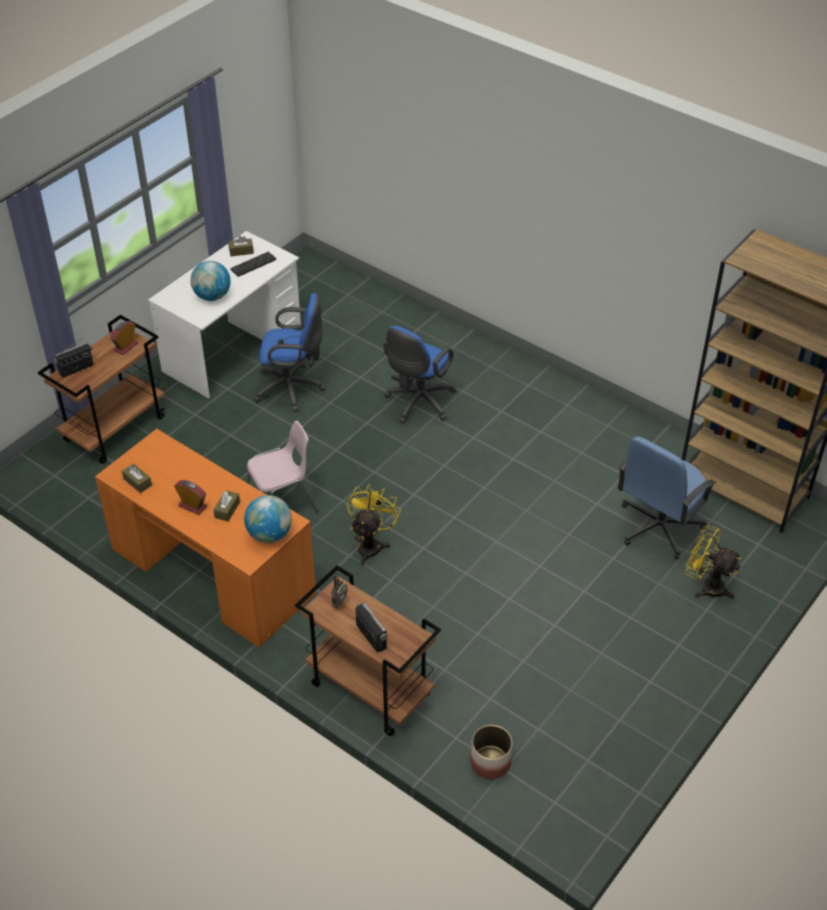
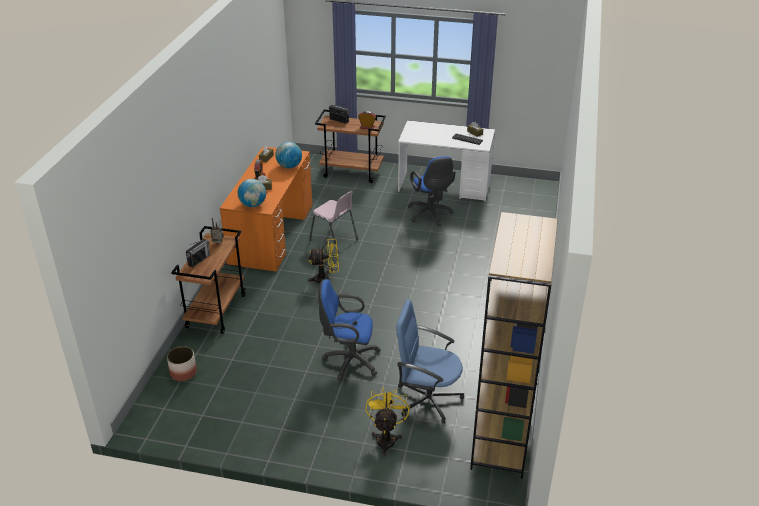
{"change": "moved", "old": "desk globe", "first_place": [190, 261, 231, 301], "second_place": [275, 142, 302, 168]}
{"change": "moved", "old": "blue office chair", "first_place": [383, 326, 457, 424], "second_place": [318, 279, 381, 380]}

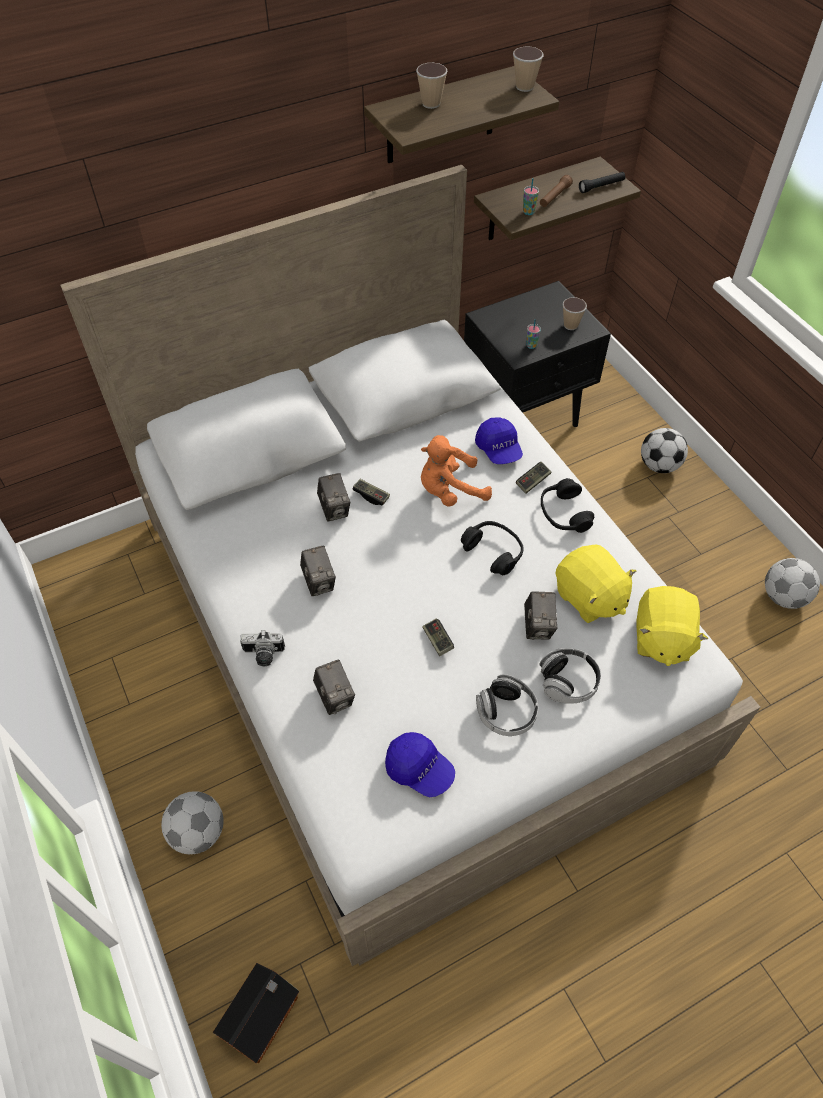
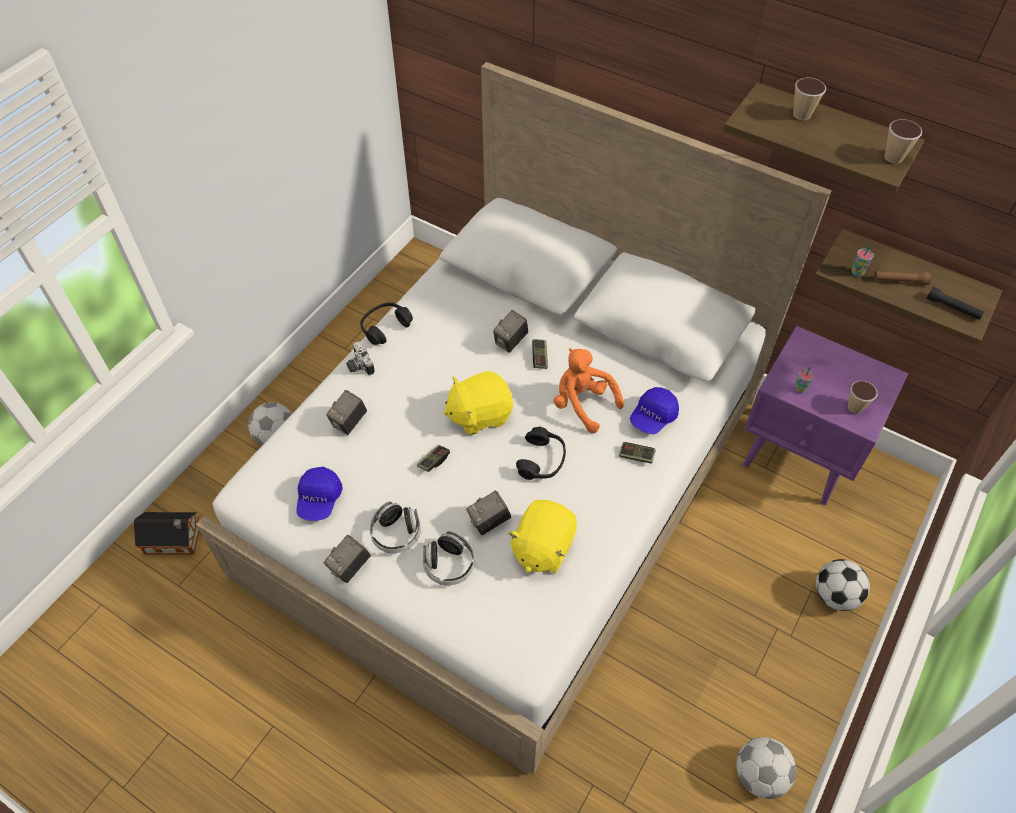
{"change": "moved", "old": "still camera", "first_place": [300, 545, 336, 596], "second_place": [324, 535, 371, 583]}
{"change": "moved", "old": "black headset", "first_place": [541, 478, 594, 533], "second_place": [360, 302, 413, 345]}
{"change": "moved", "old": "yellow-coloured soft toy", "first_place": [636, 586, 708, 666], "second_place": [443, 371, 513, 435]}
{"change": "recoloured", "old": "black nightstand", "new": "purple nightstand", "first_place": [464, 281, 611, 427], "second_place": [743, 326, 908, 505]}

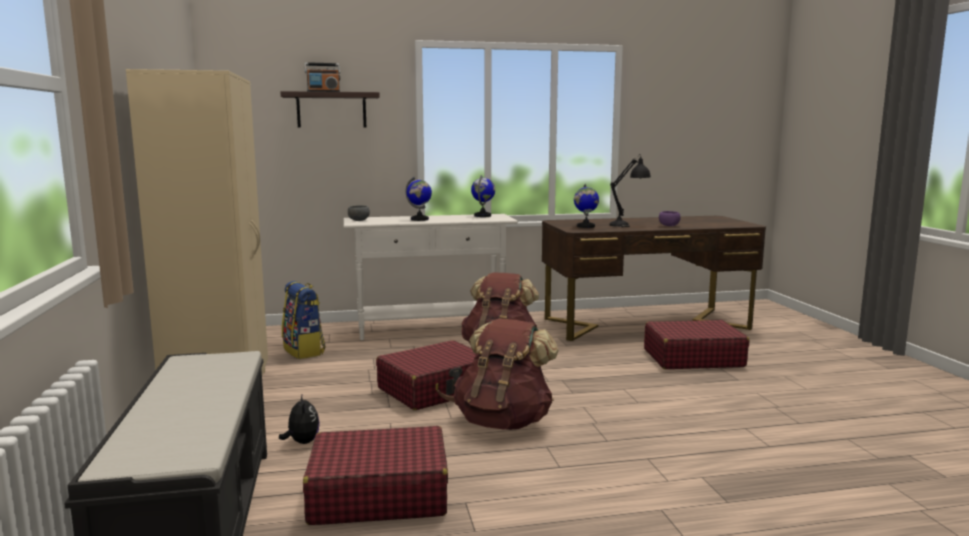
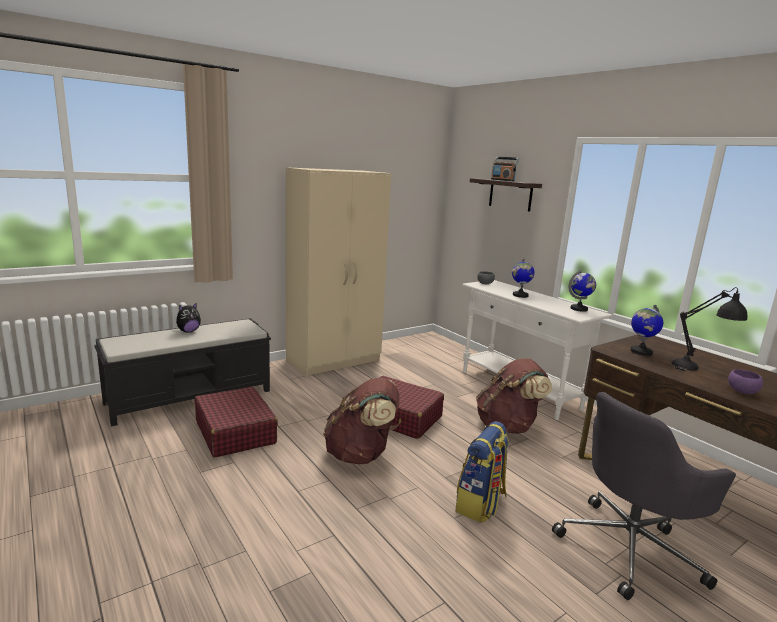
{"change": "moved", "old": "soft toy", "first_place": [279, 393, 320, 444], "second_place": [176, 303, 201, 333]}
{"change": "moved", "old": "knapsack", "first_place": [282, 281, 326, 359], "second_place": [455, 421, 509, 523]}
{"change": "replaced", "old": "red-coloured suitcase", "new": "greyish office chair", "first_place": [644, 320, 749, 369], "second_place": [552, 392, 736, 600]}

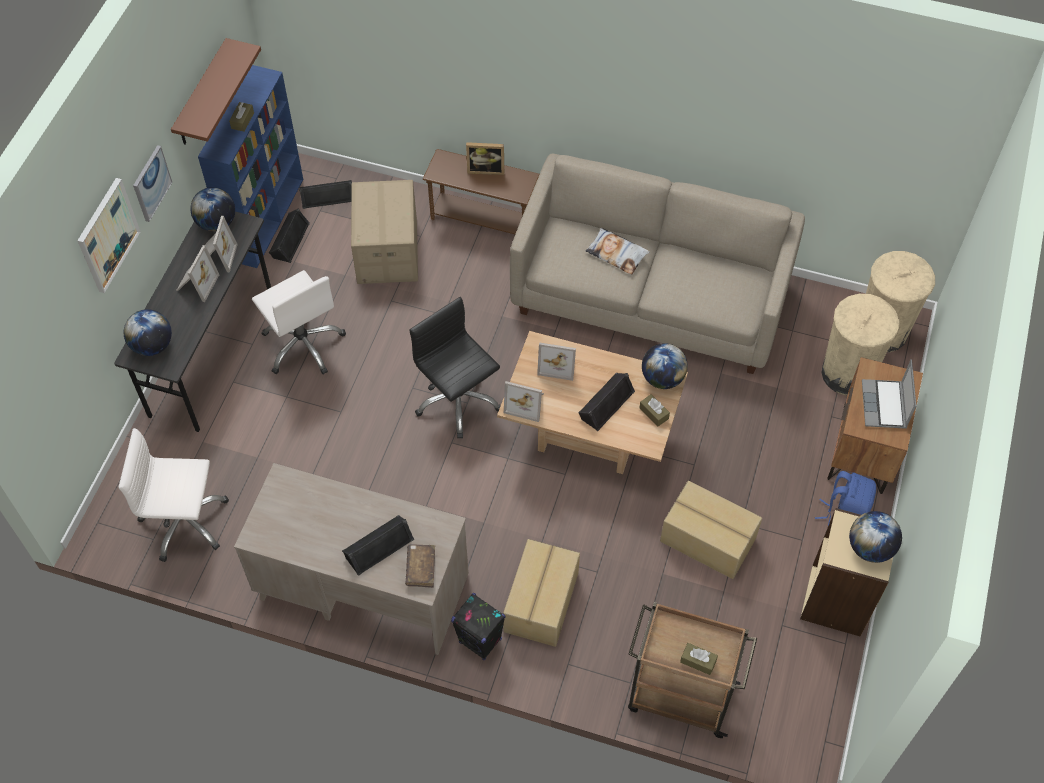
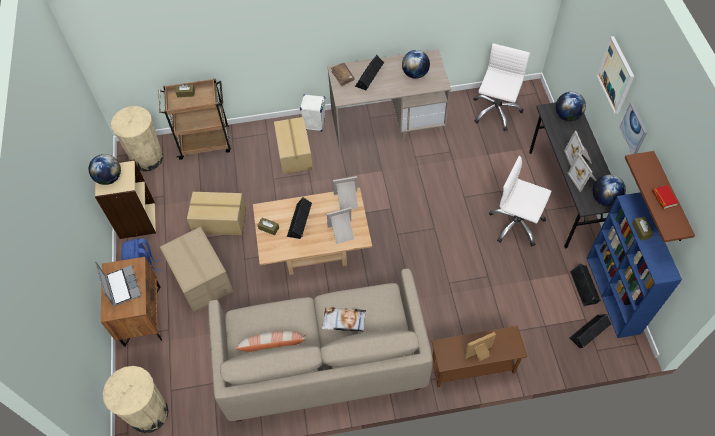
{"change": "removed", "old": "black office chair", "first_place": [409, 297, 501, 439]}
{"change": "added", "new": "pillow", "second_place": [235, 331, 306, 352]}
{"change": "added", "new": "bound book", "second_place": [652, 185, 679, 209]}
{"change": "moved", "old": "carton", "first_place": [351, 180, 418, 284], "second_place": [160, 227, 233, 312]}
{"change": "moved", "old": "desk globe", "first_place": [642, 343, 688, 389], "second_place": [402, 50, 430, 79]}
{"change": "moved", "old": "beige waste bin", "first_place": [821, 294, 900, 395], "second_place": [111, 106, 164, 172]}
{"change": "recoloured", "old": "black speaker", "new": "white speaker", "first_place": [451, 593, 505, 660], "second_place": [300, 94, 325, 132]}
{"change": "turned", "old": "white office chair", "first_place": [118, 428, 229, 562], "second_place": [473, 43, 530, 131], "degrees": -45}

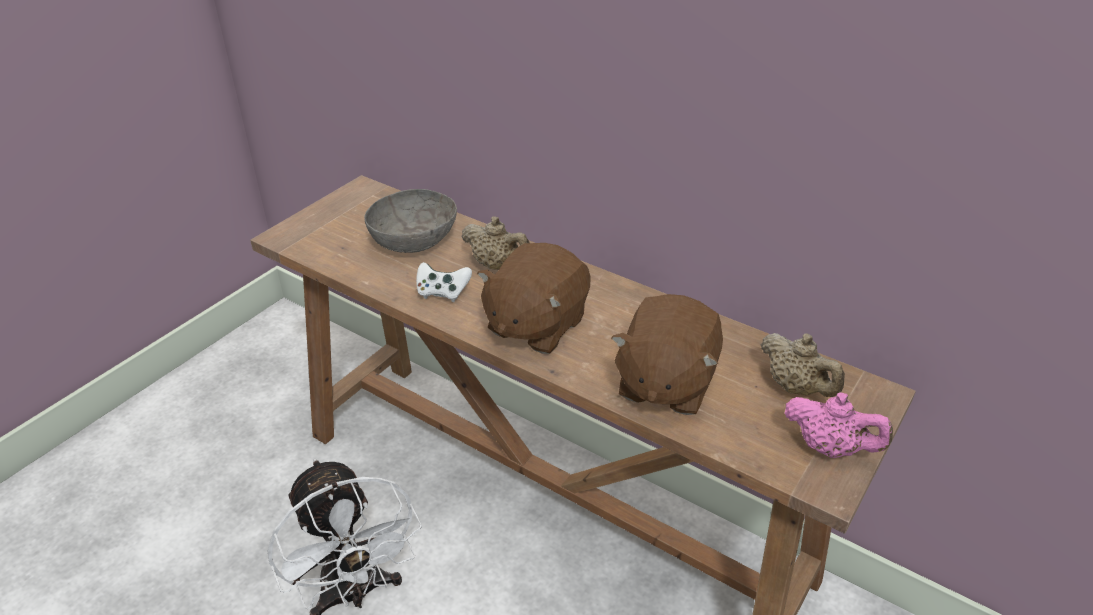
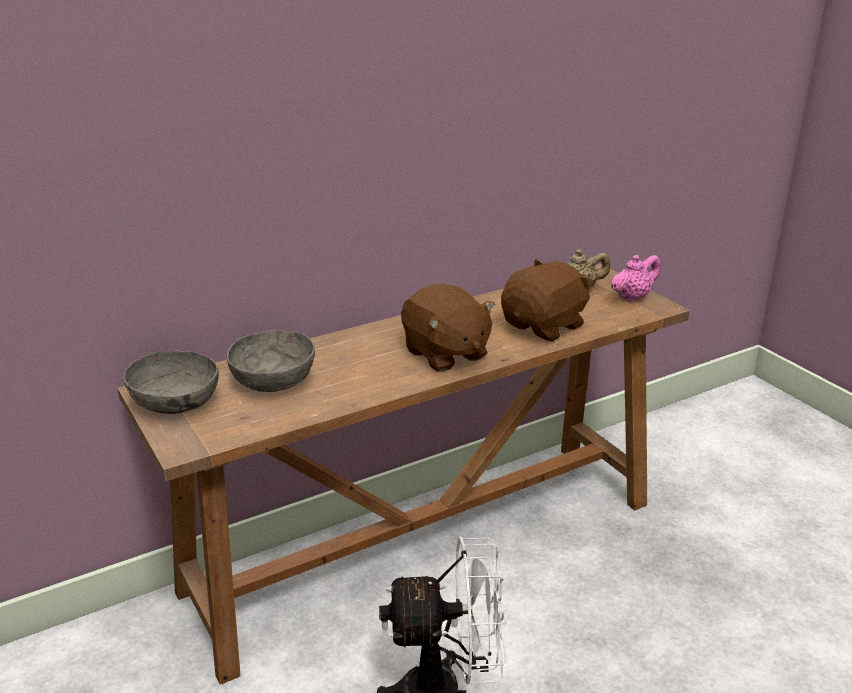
{"change": "removed", "old": "white gamepad", "first_place": [416, 262, 472, 302]}
{"change": "removed", "old": "beige tea pot", "first_place": [461, 216, 529, 270]}
{"change": "added", "new": "greyish deep dish", "second_place": [124, 351, 219, 414]}
{"change": "turned", "old": "brown soft toy", "first_place": [611, 294, 723, 415], "second_place": [501, 259, 594, 342], "degrees": -90}

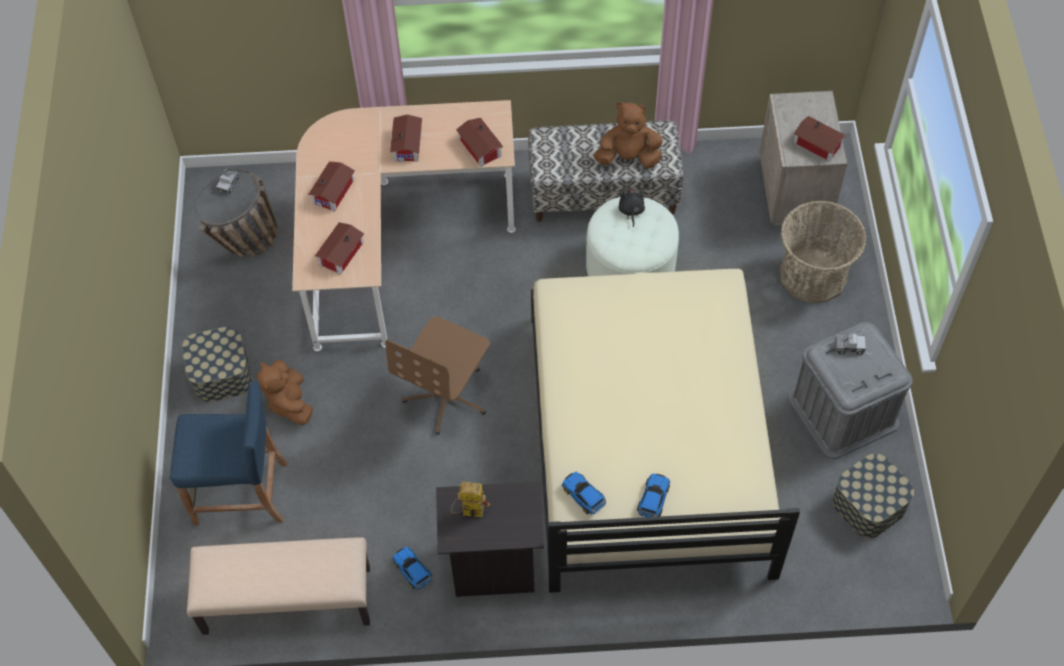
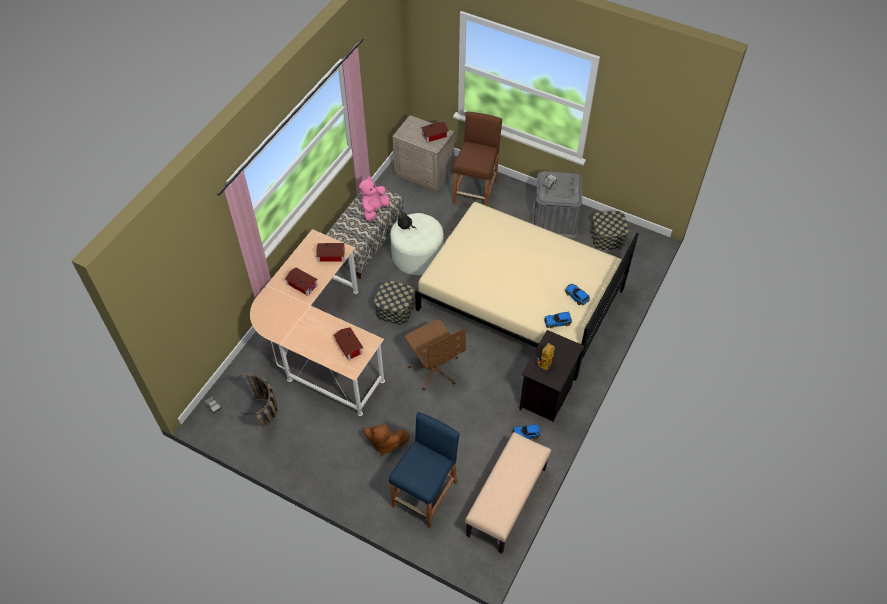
{"change": "removed", "old": "miniature house", "first_place": [308, 161, 355, 212]}
{"change": "moved", "old": "storage box", "first_place": [182, 326, 252, 402], "second_place": [374, 281, 414, 325]}
{"change": "replaced", "old": "household basket", "new": "brown stool", "first_place": [780, 201, 867, 303], "second_place": [453, 111, 502, 206]}
{"change": "recoloured", "old": "brown soft toy", "new": "pink soft toy", "first_place": [594, 102, 663, 169], "second_place": [359, 177, 390, 221]}

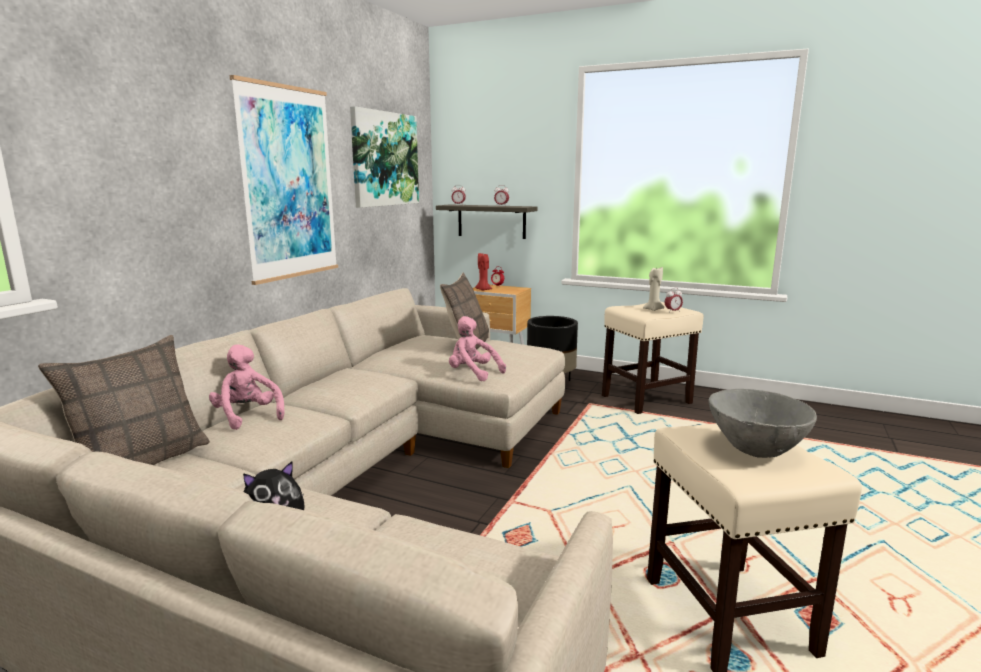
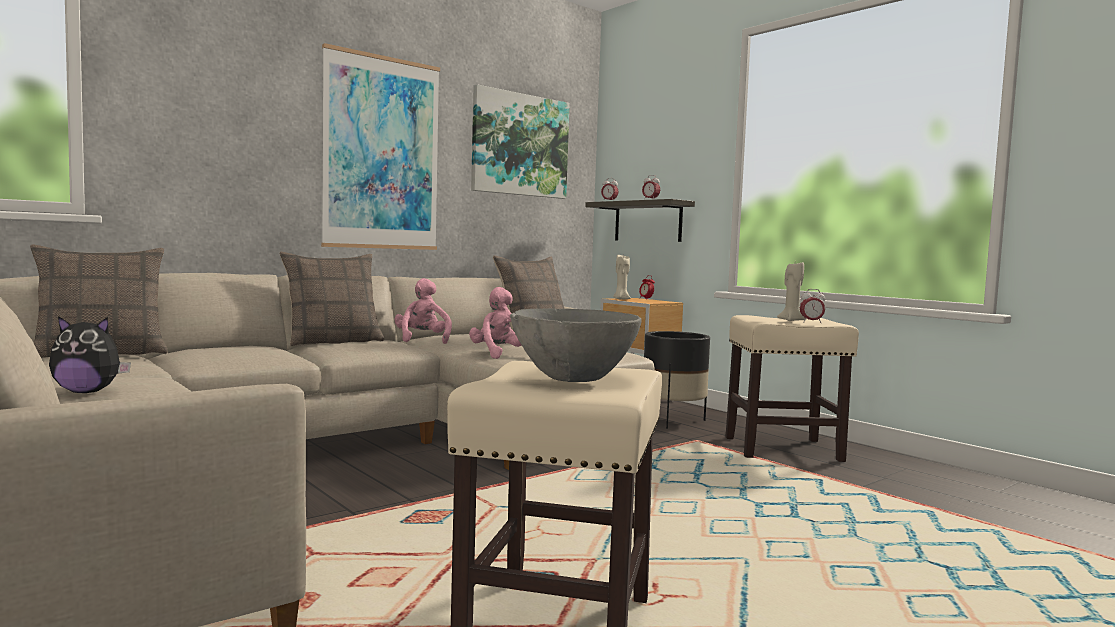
{"change": "added", "new": "pillow", "second_place": [280, 252, 384, 347]}
{"change": "moved", "old": "pink soft toy", "first_place": [209, 344, 284, 430], "second_place": [394, 278, 452, 344]}
{"change": "recoloured", "old": "red-coloured wax candle", "new": "beige wax candle", "first_place": [475, 253, 492, 291], "second_place": [613, 255, 631, 299]}

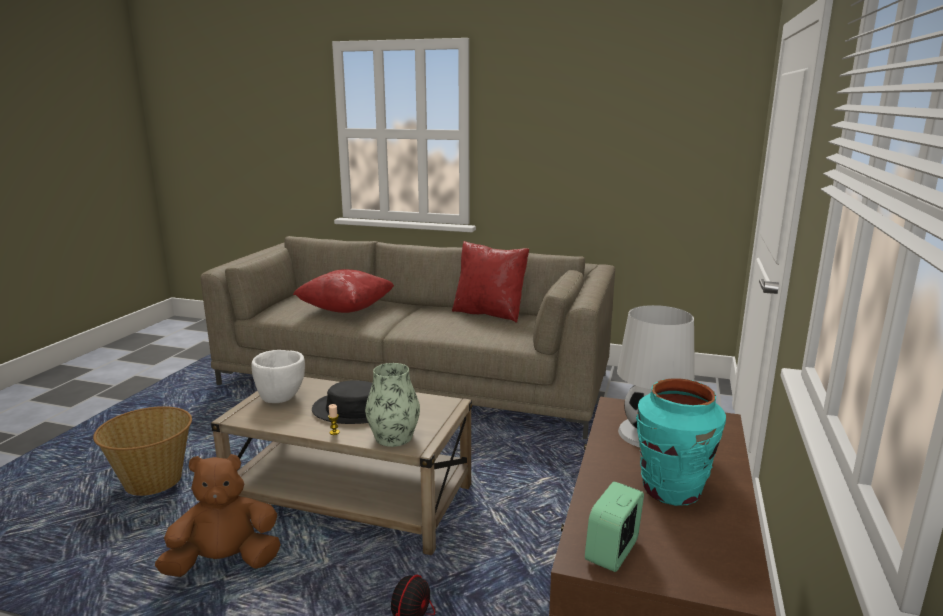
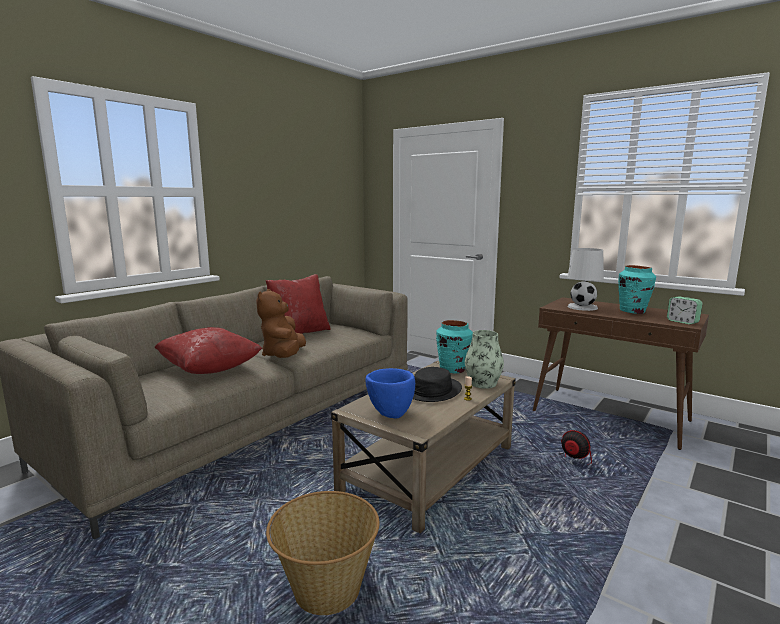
{"change": "added", "new": "blue-green flower vase", "second_place": [436, 320, 473, 373]}
{"change": "moved", "old": "brown soft toy", "first_place": [155, 454, 281, 577], "second_place": [256, 289, 306, 358]}
{"change": "recoloured", "old": "white deep dish", "new": "blue deep dish", "first_place": [251, 350, 305, 403], "second_place": [365, 368, 415, 419]}

